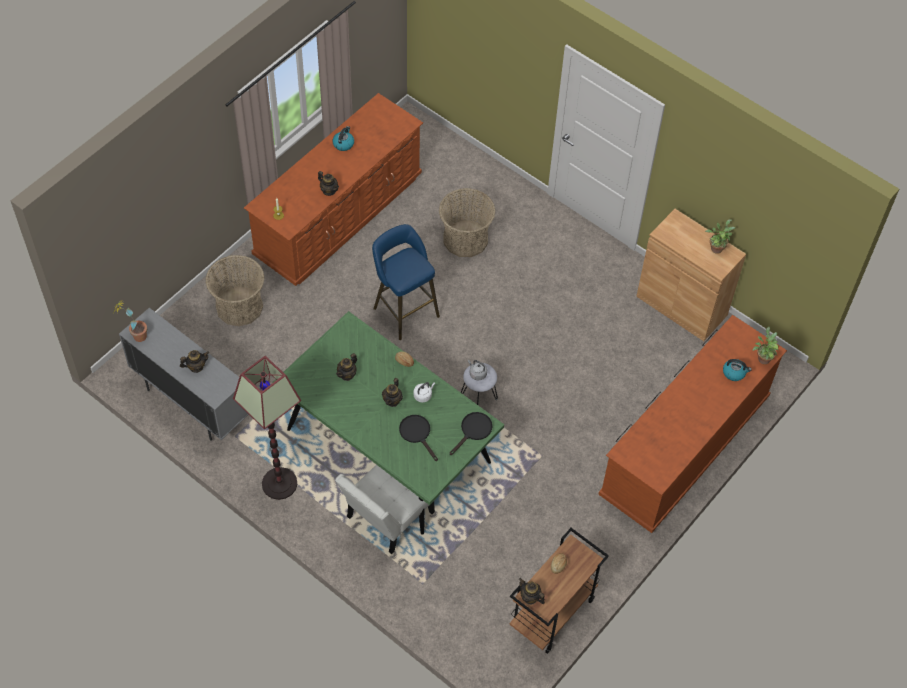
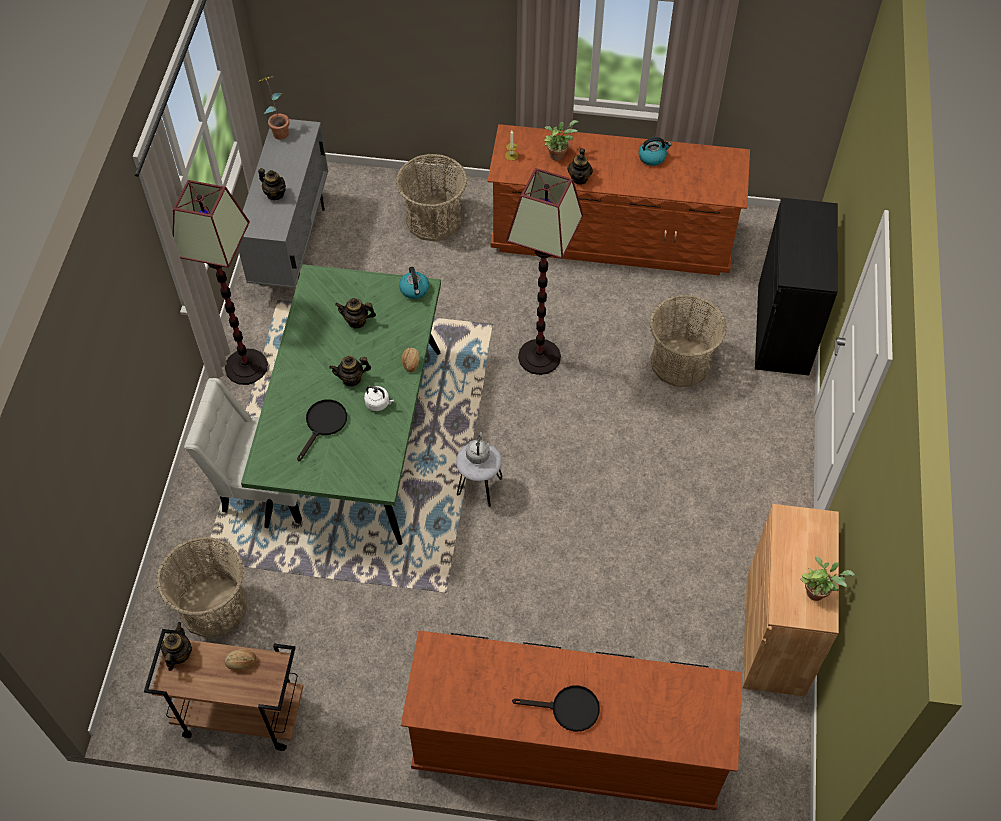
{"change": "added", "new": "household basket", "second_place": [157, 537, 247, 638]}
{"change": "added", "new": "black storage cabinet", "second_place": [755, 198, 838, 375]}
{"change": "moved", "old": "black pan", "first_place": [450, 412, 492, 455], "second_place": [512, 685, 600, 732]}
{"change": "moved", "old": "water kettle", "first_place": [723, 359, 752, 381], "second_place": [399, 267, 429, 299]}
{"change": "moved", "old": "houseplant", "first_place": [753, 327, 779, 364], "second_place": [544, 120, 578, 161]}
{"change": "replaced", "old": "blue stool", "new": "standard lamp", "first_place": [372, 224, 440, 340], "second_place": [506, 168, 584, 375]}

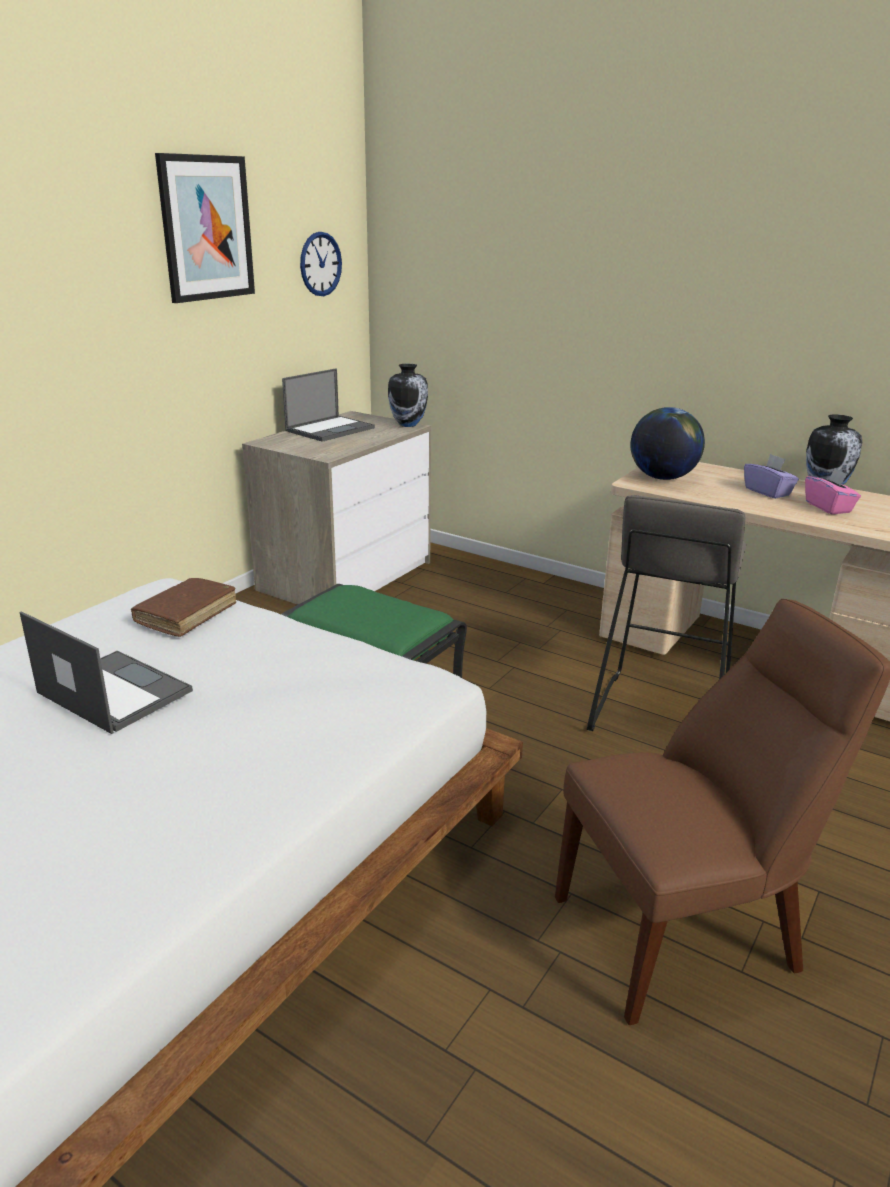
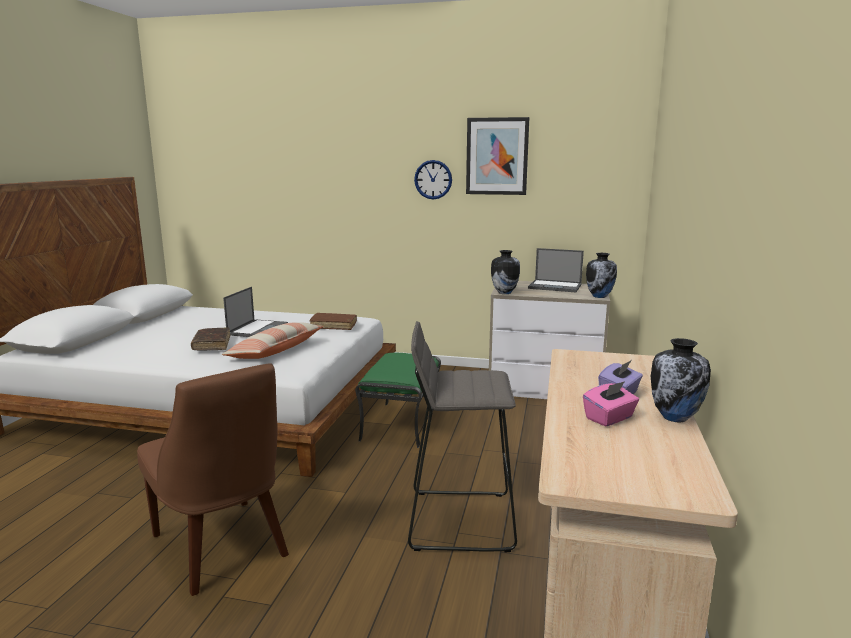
{"change": "removed", "old": "desk globe", "first_place": [630, 407, 705, 480]}
{"change": "added", "new": "brown bound book", "second_place": [191, 327, 230, 350]}
{"change": "added", "new": "pillow", "second_place": [222, 322, 323, 359]}
{"change": "added", "new": "flower vase", "second_place": [491, 250, 520, 294]}
{"change": "moved", "old": "hanging clock", "first_place": [300, 232, 342, 296], "second_place": [414, 160, 452, 199]}

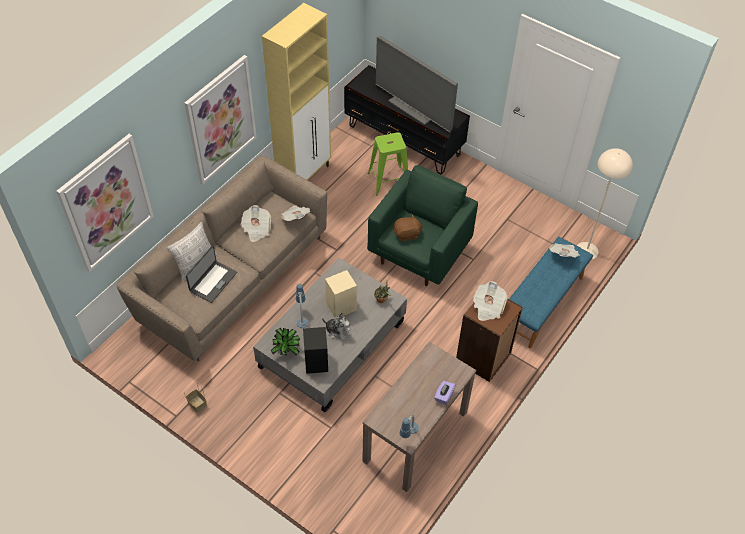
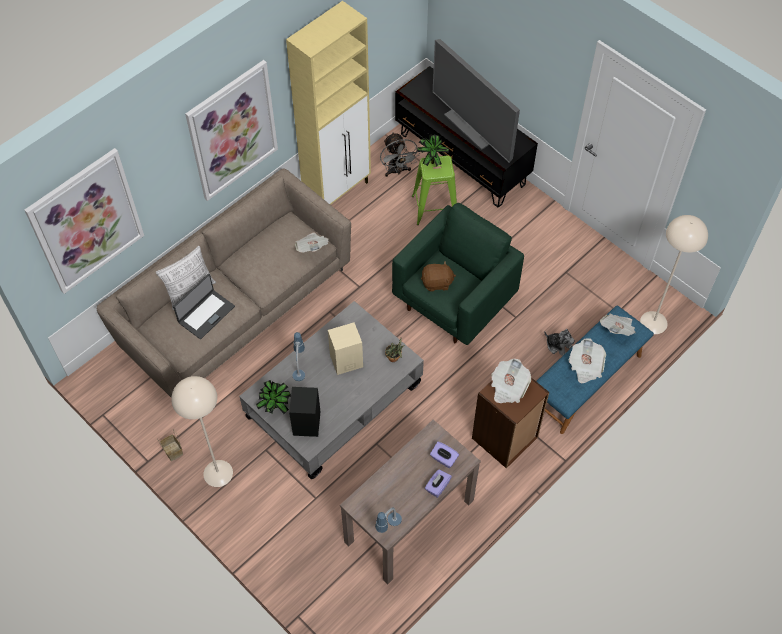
{"change": "added", "new": "beige standard lamp", "second_place": [171, 376, 233, 487]}
{"change": "added", "new": "greyish fan", "second_place": [380, 132, 420, 177]}
{"change": "added", "new": "houseplant", "second_place": [417, 135, 450, 166]}
{"change": "added", "new": "purple box of tissues", "second_place": [430, 441, 459, 468]}
{"change": "moved", "old": "newspaper", "first_place": [241, 205, 271, 242], "second_place": [569, 338, 606, 384]}
{"change": "moved", "old": "soft toy", "first_place": [322, 313, 350, 340], "second_place": [544, 329, 575, 356]}

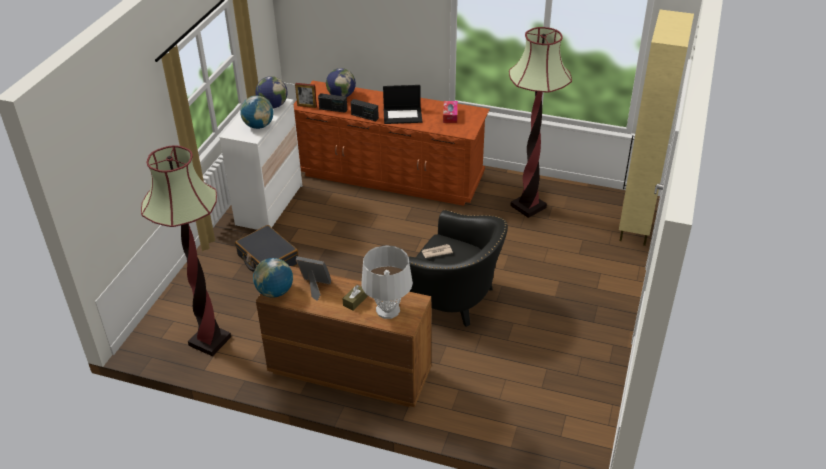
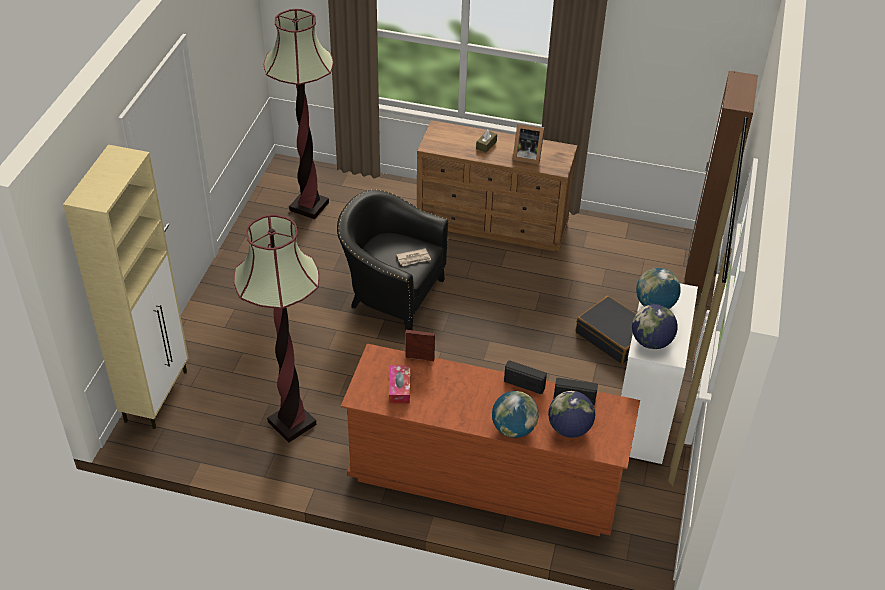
{"change": "removed", "old": "greyish lamp for a table", "first_place": [361, 245, 413, 319]}
{"change": "removed", "old": "notebook computer", "first_place": [383, 85, 422, 124]}
{"change": "added", "new": "brown wardrobe", "second_place": [685, 71, 758, 289]}
{"change": "moved", "old": "standard lamp", "first_place": [141, 145, 231, 356], "second_place": [264, 9, 334, 219]}
{"change": "moved", "old": "desk globe", "first_place": [253, 258, 293, 298], "second_place": [492, 391, 539, 438]}
{"change": "moved", "old": "picture frame", "first_place": [295, 83, 317, 108], "second_place": [405, 330, 435, 361]}

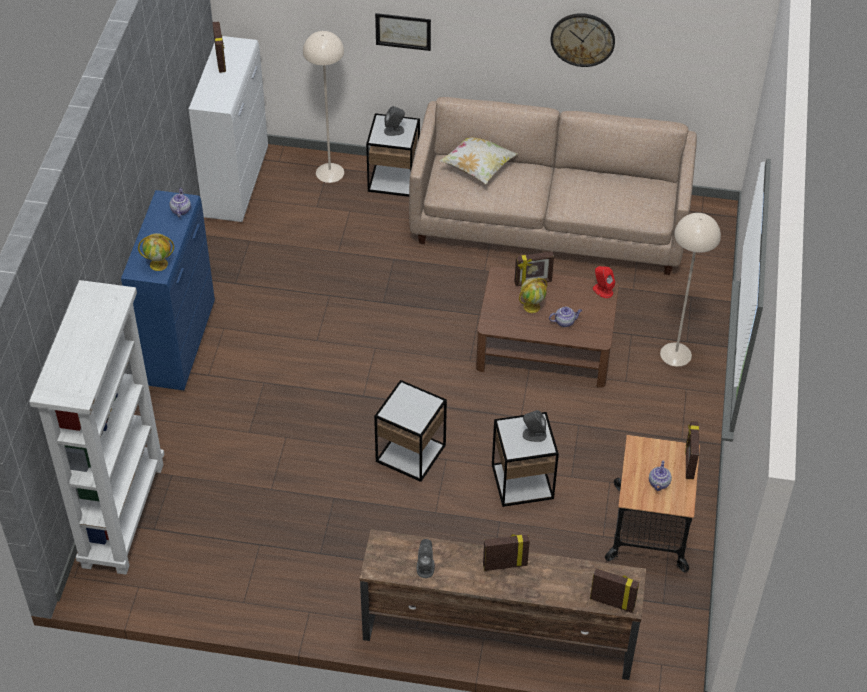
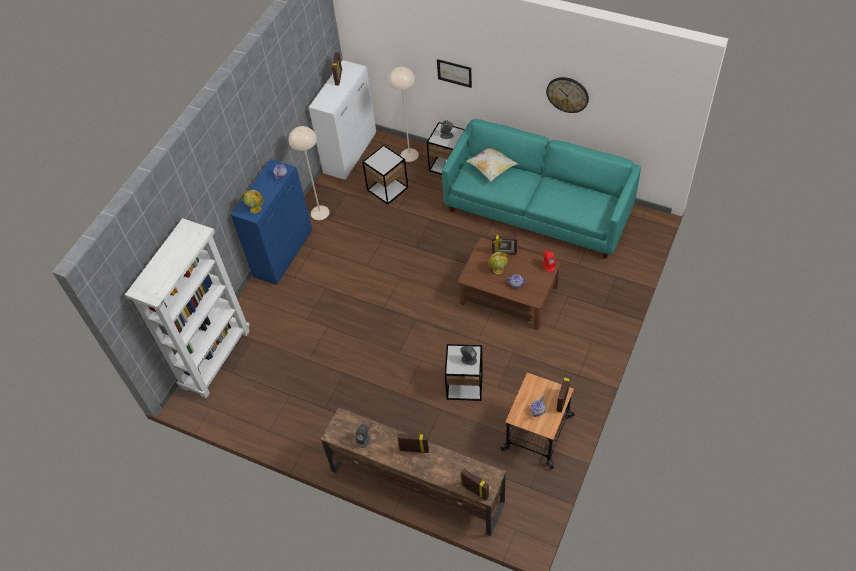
{"change": "moved", "old": "side table", "first_place": [374, 380, 447, 482], "second_place": [362, 145, 408, 205]}
{"change": "moved", "old": "beige standard lamp", "first_place": [660, 213, 721, 366], "second_place": [289, 126, 330, 220]}
{"change": "recoloured", "old": "beige couch", "new": "blue-green couch", "first_place": [409, 97, 697, 275], "second_place": [442, 119, 641, 259]}

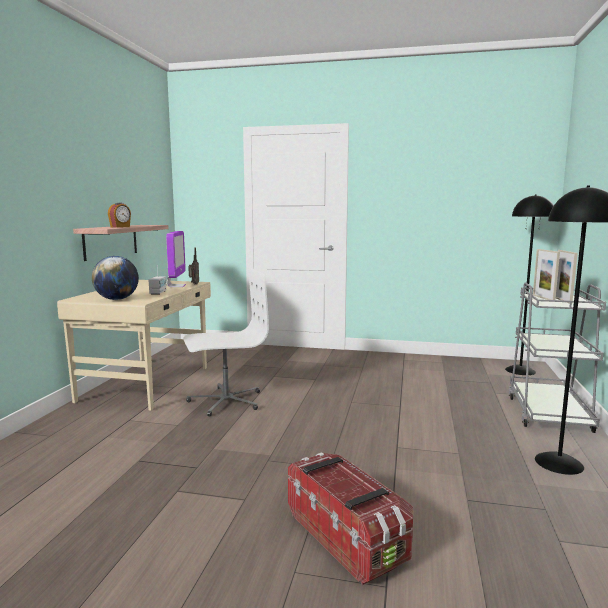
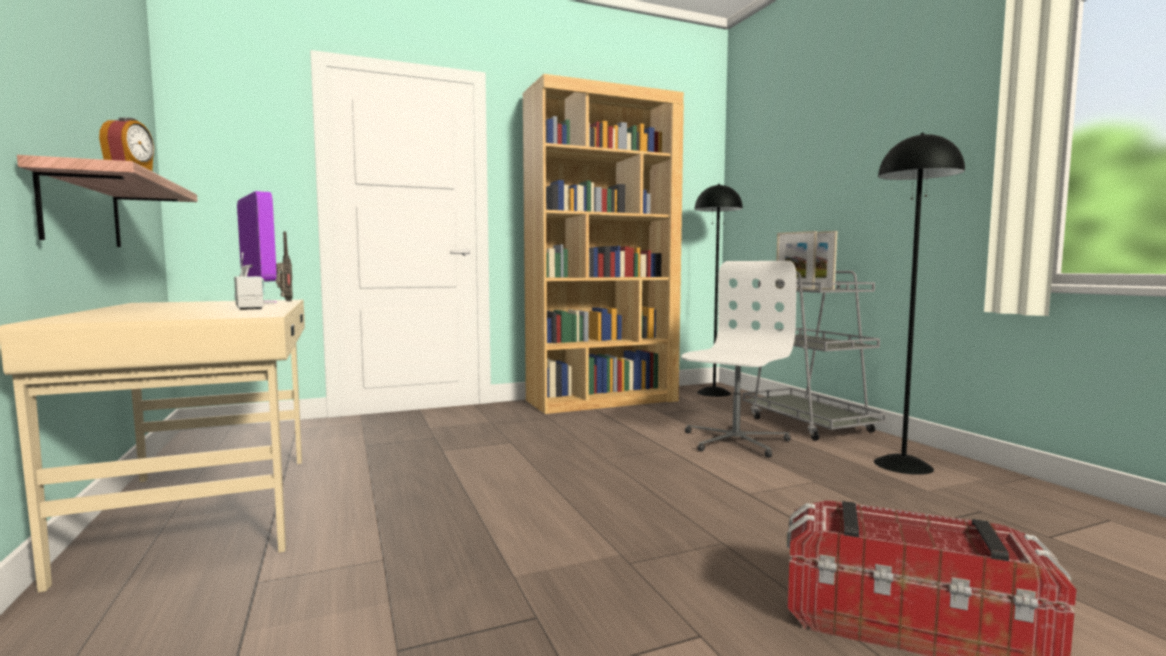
{"change": "removed", "old": "desk globe", "first_place": [92, 256, 139, 300]}
{"change": "added", "new": "brown shelving unit", "second_place": [523, 74, 684, 414]}
{"change": "moved", "old": "white office chair", "first_place": [183, 268, 269, 416], "second_place": [681, 261, 797, 457]}

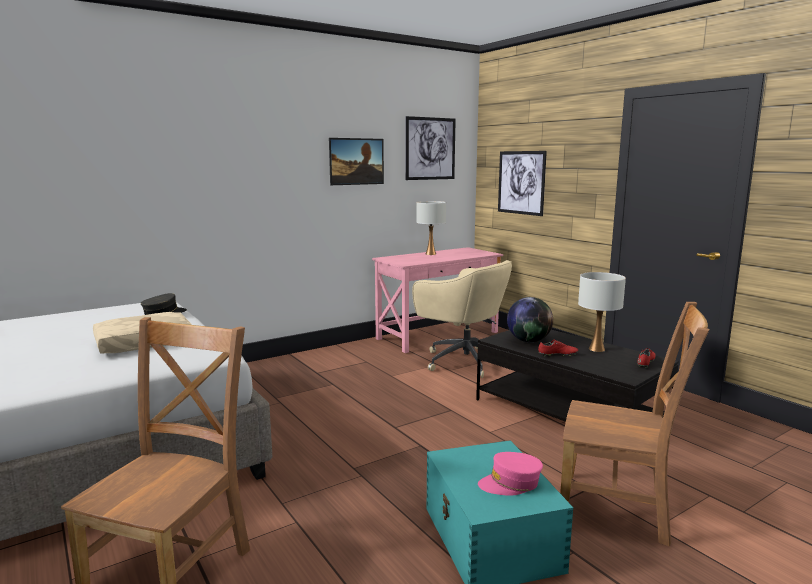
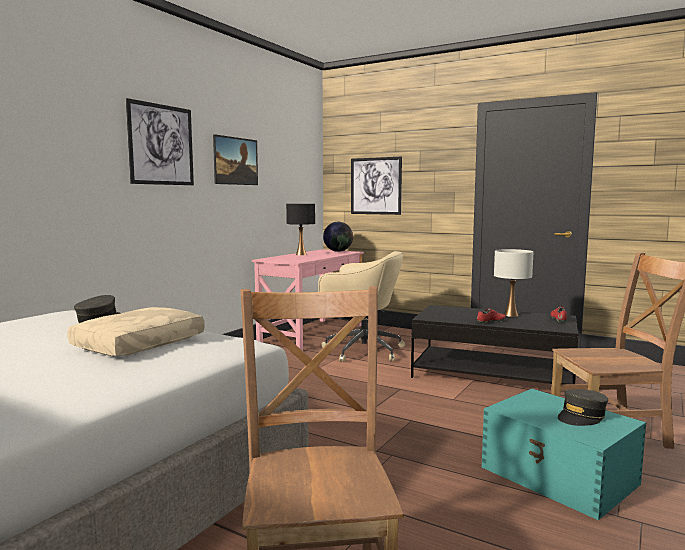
{"change": "moved", "old": "picture", "first_place": [405, 116, 456, 180], "second_place": [126, 98, 194, 185]}
{"change": "moved", "old": "desk globe", "first_place": [507, 297, 553, 342], "second_place": [323, 222, 353, 252]}
{"change": "recoloured", "old": "white lamp for a table", "new": "black lamp for a table", "first_place": [417, 201, 446, 255], "second_place": [286, 204, 315, 255]}
{"change": "recoloured", "old": "pink cap", "new": "greyish cap", "first_place": [478, 452, 543, 496], "second_place": [558, 389, 608, 426]}

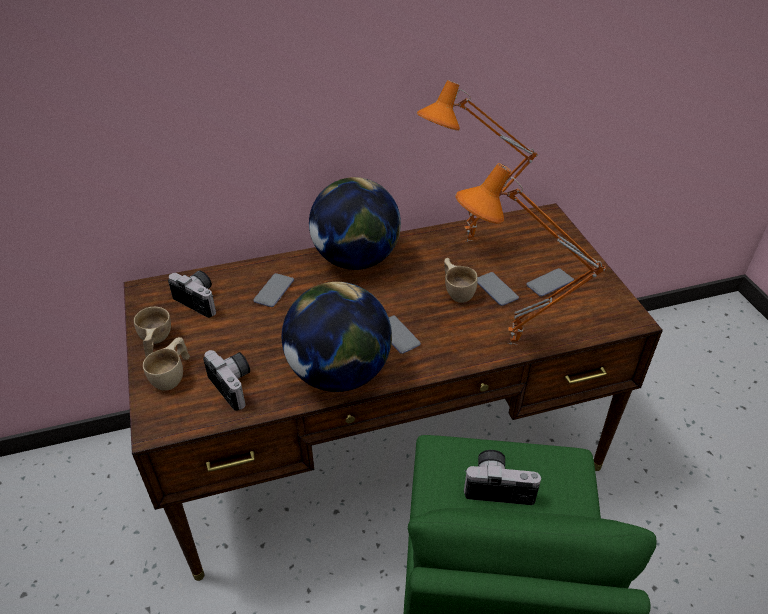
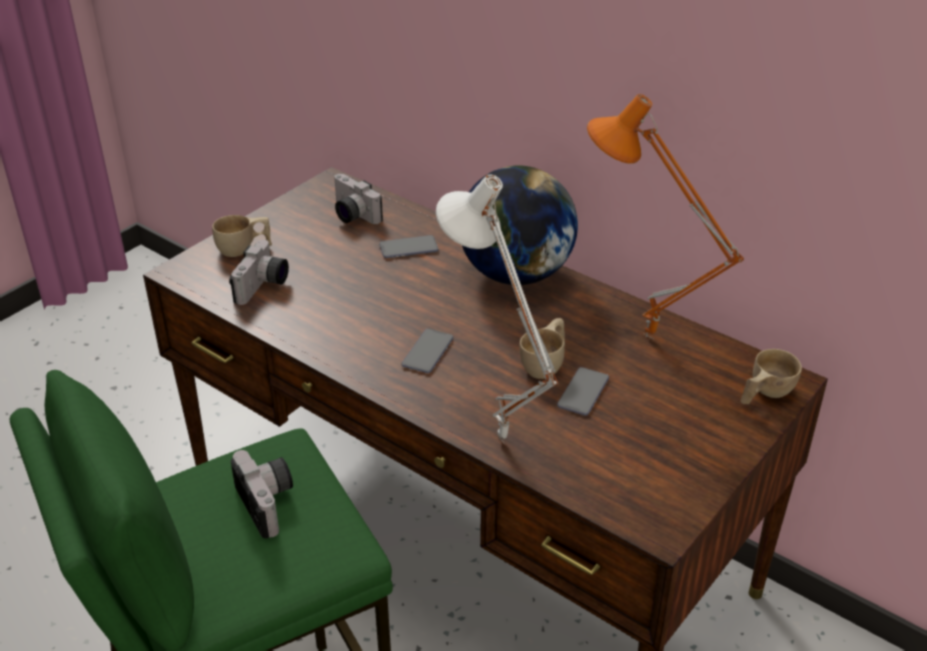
{"change": "removed", "old": "desk globe", "first_place": [282, 282, 392, 392]}
{"change": "removed", "old": "telephone", "first_place": [526, 268, 574, 297]}
{"change": "moved", "old": "beige small cup", "first_place": [134, 307, 171, 357], "second_place": [741, 349, 802, 404]}
{"change": "recoloured", "old": "orangey lamp for a table", "new": "white lamp for a table", "first_place": [455, 163, 606, 345], "second_place": [436, 174, 558, 445]}
{"change": "turned", "old": "still camera", "first_place": [168, 270, 216, 318], "second_place": [334, 174, 383, 224], "degrees": 135}

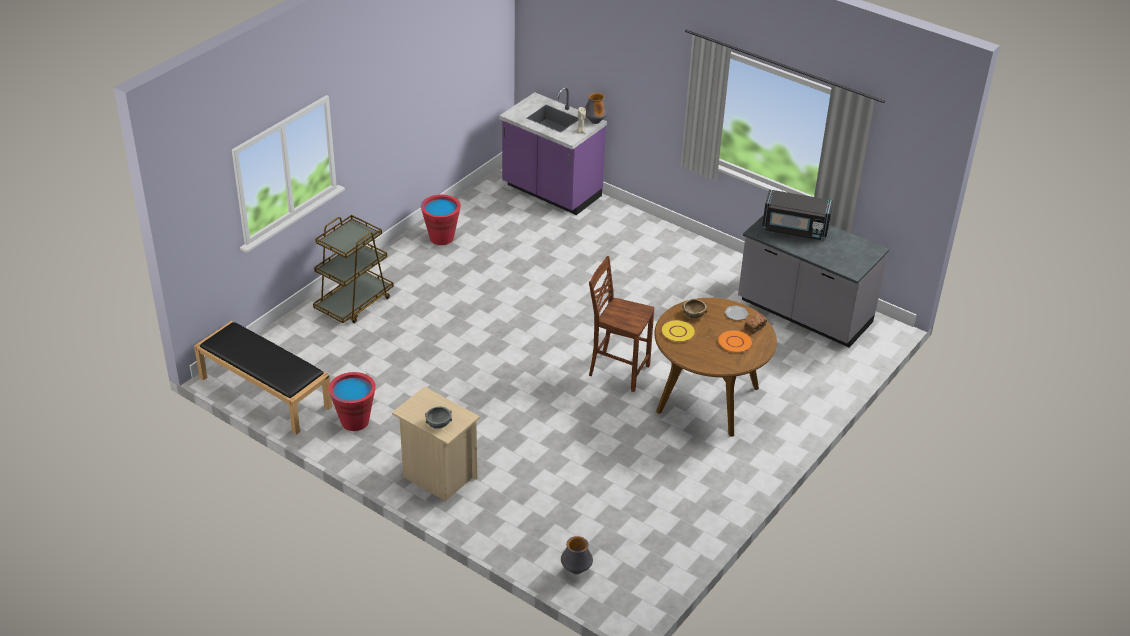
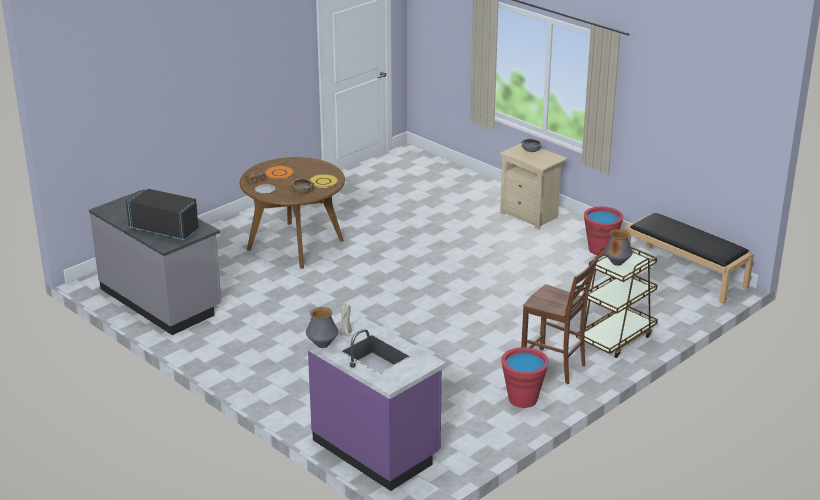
{"change": "moved", "old": "flower vase", "first_place": [561, 536, 593, 574], "second_place": [604, 229, 633, 266]}
{"change": "moved", "old": "brown plain chair", "first_place": [589, 256, 654, 392], "second_place": [521, 256, 598, 384]}

